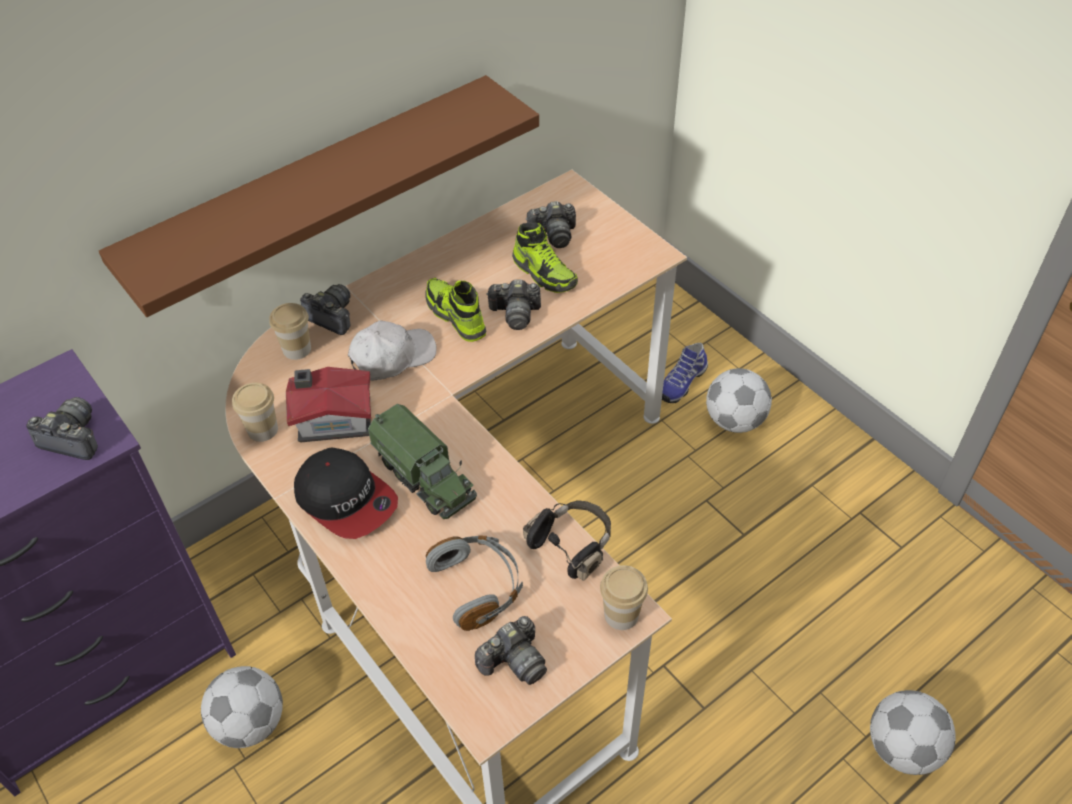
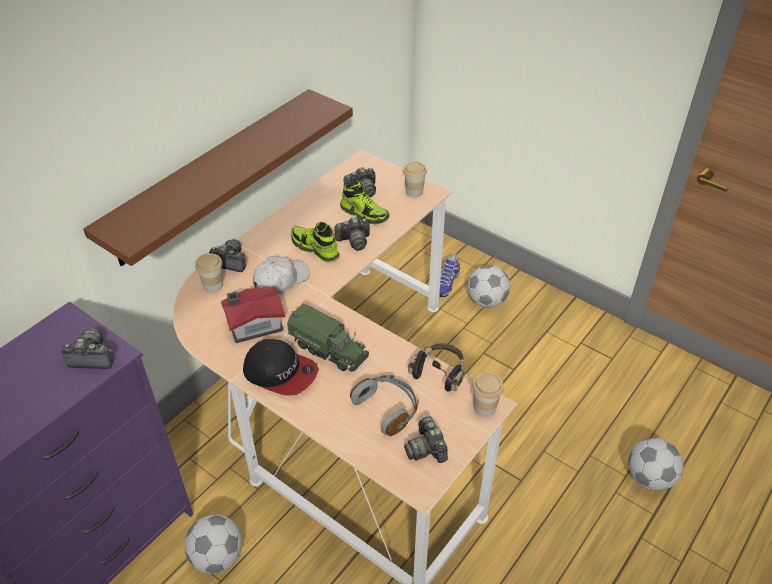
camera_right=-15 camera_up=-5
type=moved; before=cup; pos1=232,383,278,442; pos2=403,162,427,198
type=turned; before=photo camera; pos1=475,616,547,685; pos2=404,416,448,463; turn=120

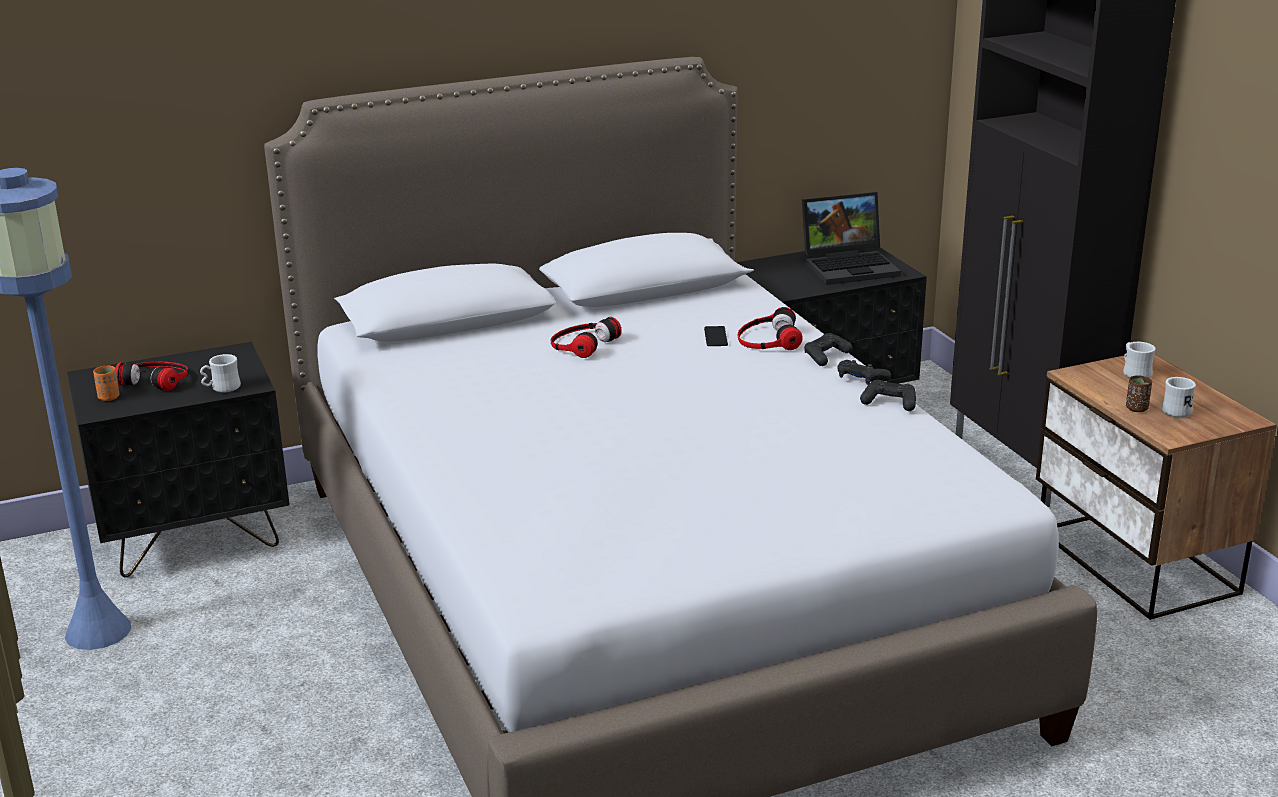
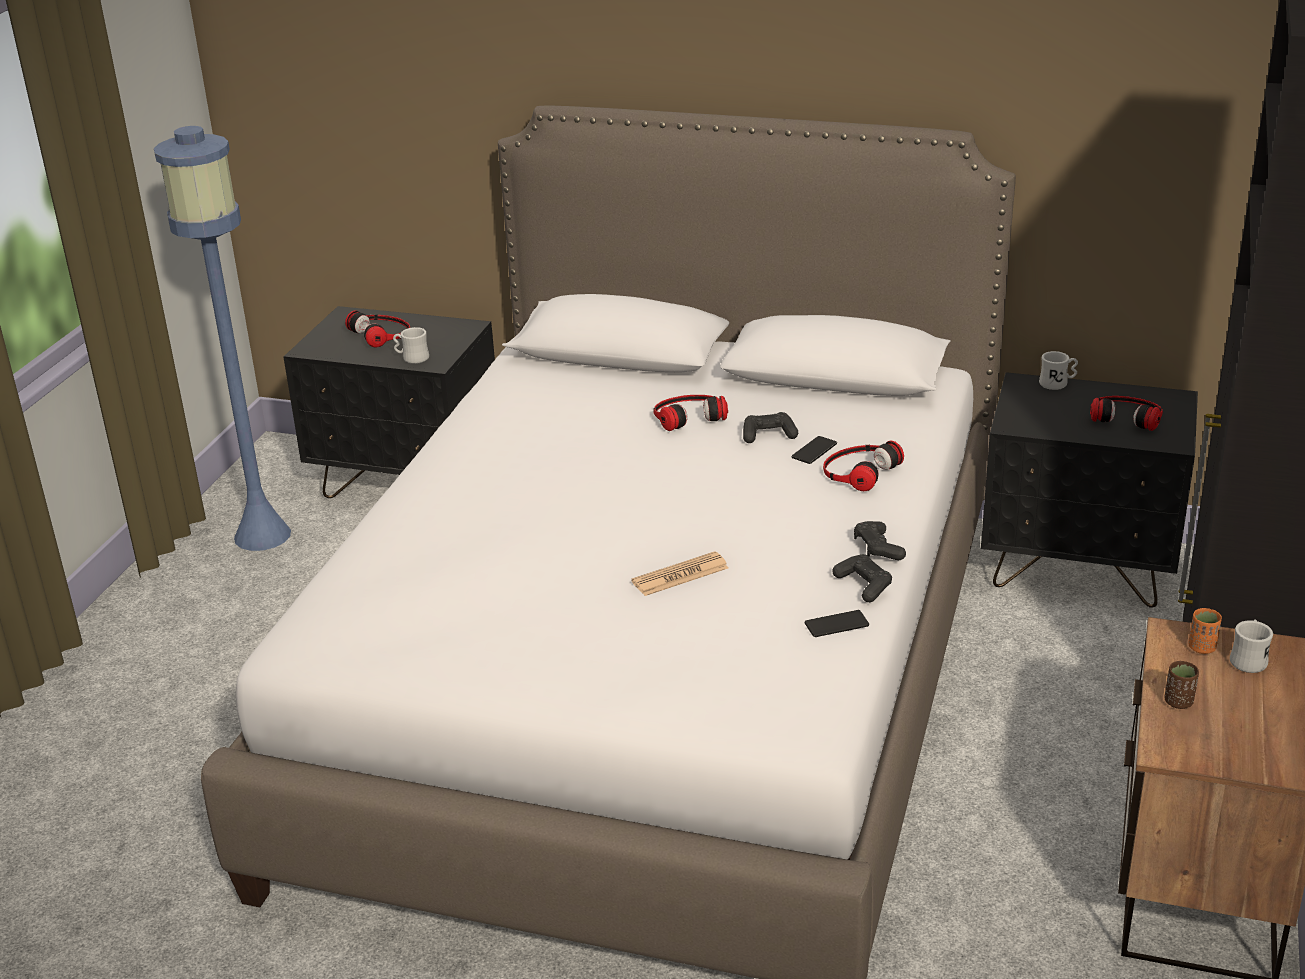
camera_right=40 camera_up=5
type=added; after=newspaper; pos2=631,551,728,596
type=added; after=phone; pos2=805,610,869,637
type=moved; before=orange cup; pos1=93,365,120,401; pos2=1188,608,1222,654
type=moved; before=black game controller; pos1=804,333,852,366; pos2=743,412,798,443
type=moved; before=white mug; pos1=1162,377,1196,417; pos2=1039,351,1078,390
type=replaced; before=laptop; after=headphones; pos1=802,192,901,285; pos2=1090,396,1163,431

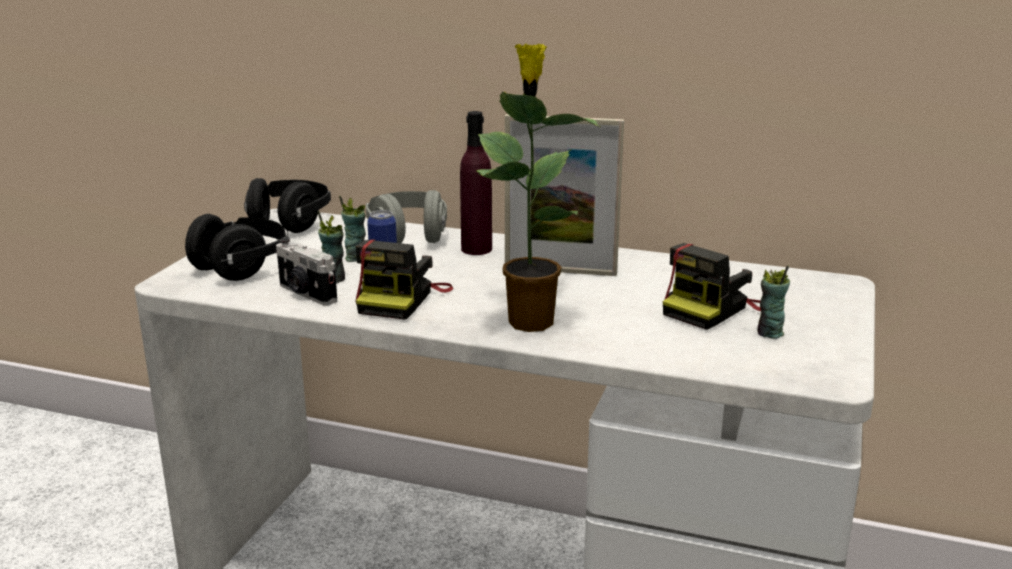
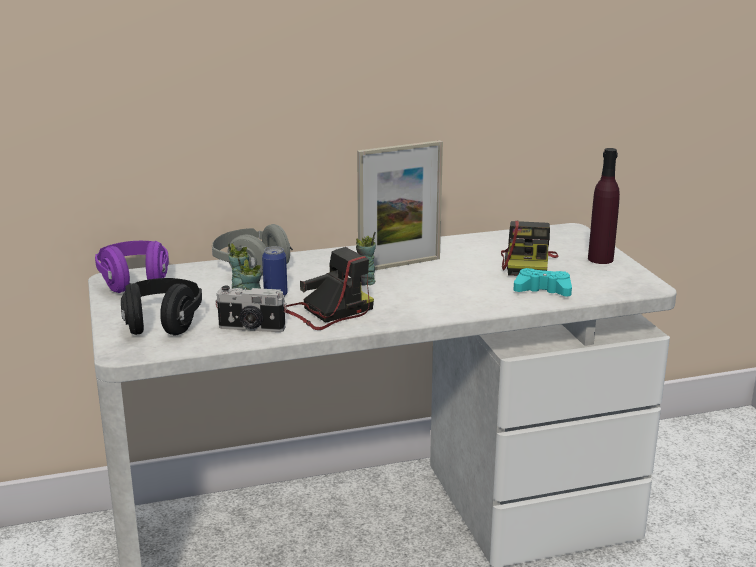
camera_right=-35 camera_up=0
type=removed; before=potted plant; pos1=476,44,600,332
type=added; after=turquoise game controller; pos2=513,268,572,296
type=moved; before=purple bottle; pos1=460,111,492,255; pos2=588,148,620,264
type=moved; before=cup; pos1=757,266,790,339; pos2=356,232,376,286
type=recoloured; before=black headphones; after=purple headphones; pos1=244,178,331,233; pos2=95,241,169,293
type=turned; before=photo camera; pos1=355,239,453,320; pos2=285,247,374,330; turn=-105

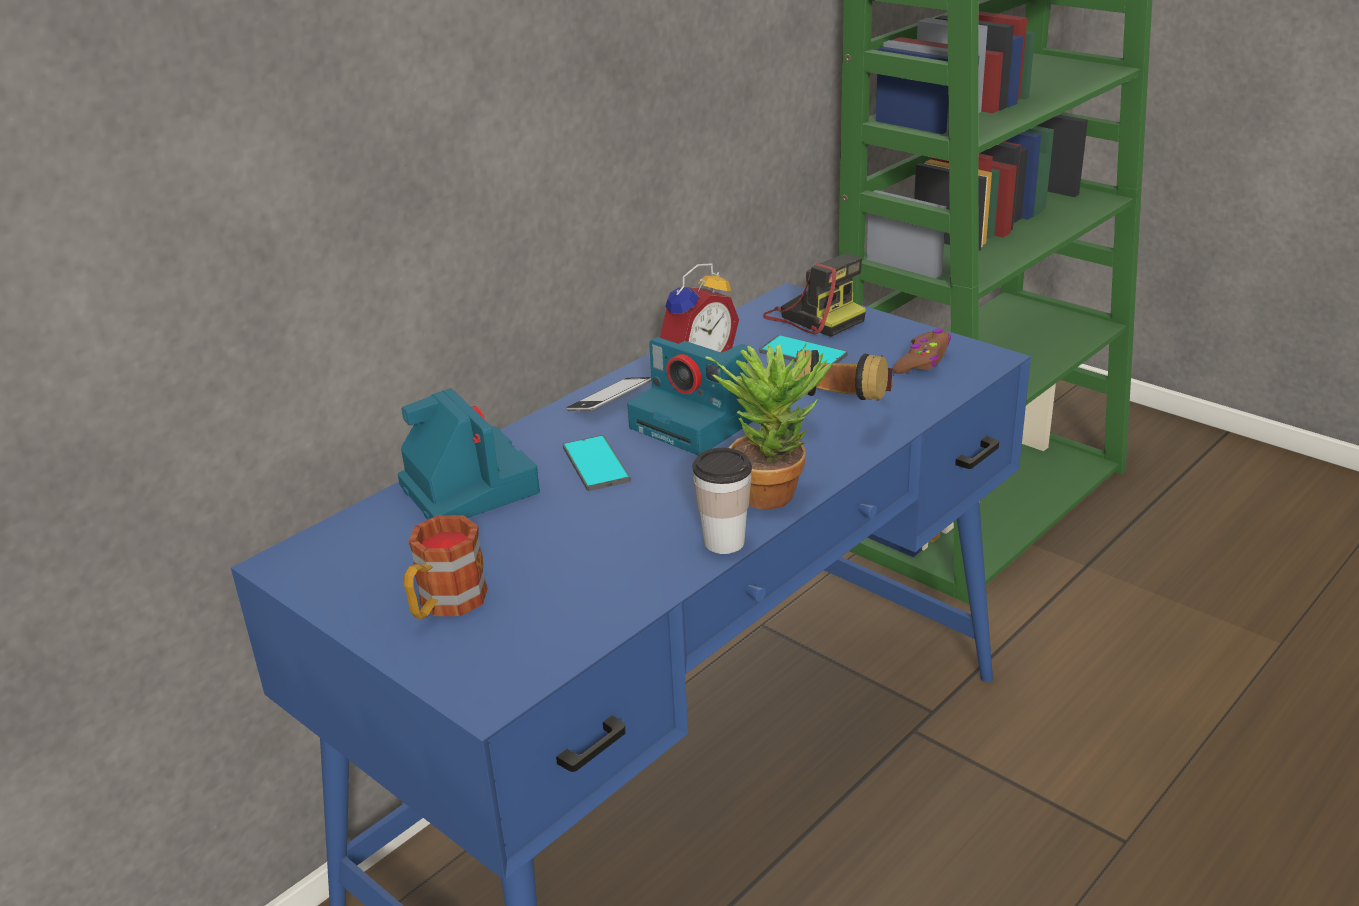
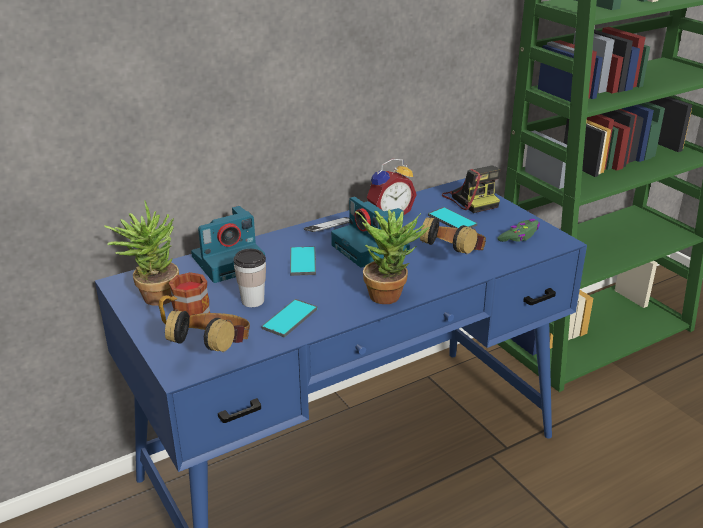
camera_right=15 camera_up=0
type=added; after=potted plant; pos2=105,201,179,306
type=added; after=headphones; pos2=165,309,250,352
type=added; after=phone; pos2=262,299,317,337
type=moved; before=cup; pos1=693,448,752,554; pos2=234,249,266,307
type=recoloured; before=brown game controller; after=green game controller; pos1=892,328,951,374; pos2=497,219,540,242
type=turned; before=photo camera; pos1=398,388,540,520; pos2=191,206,265,283; turn=75

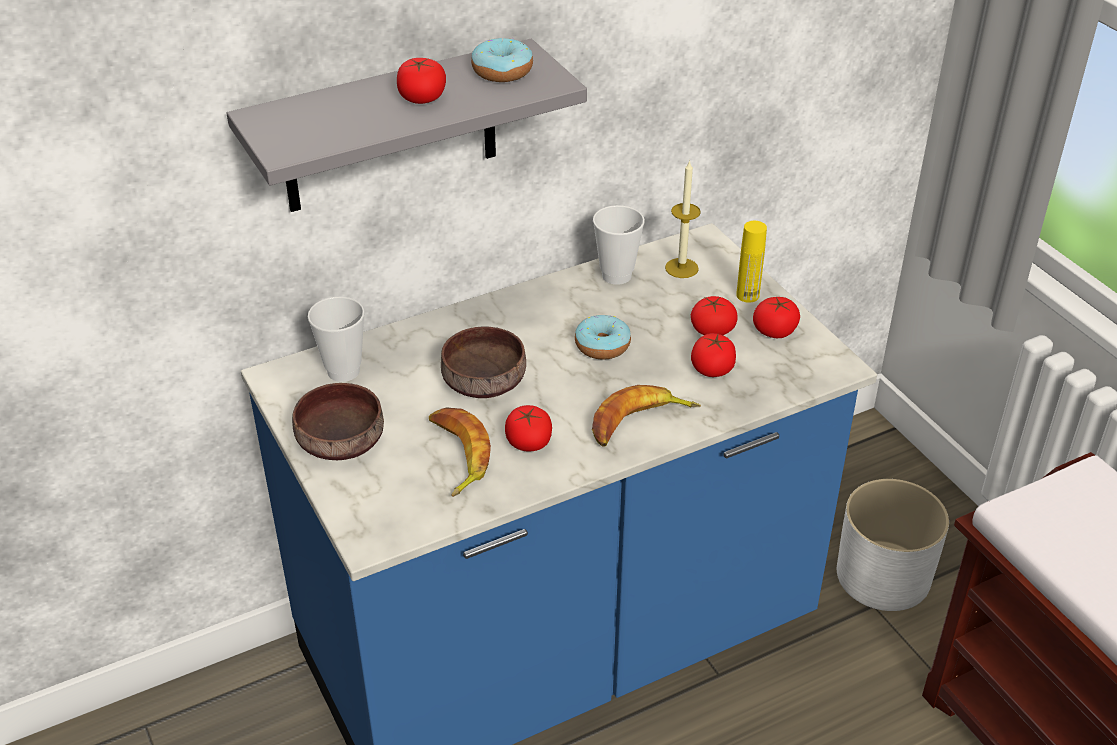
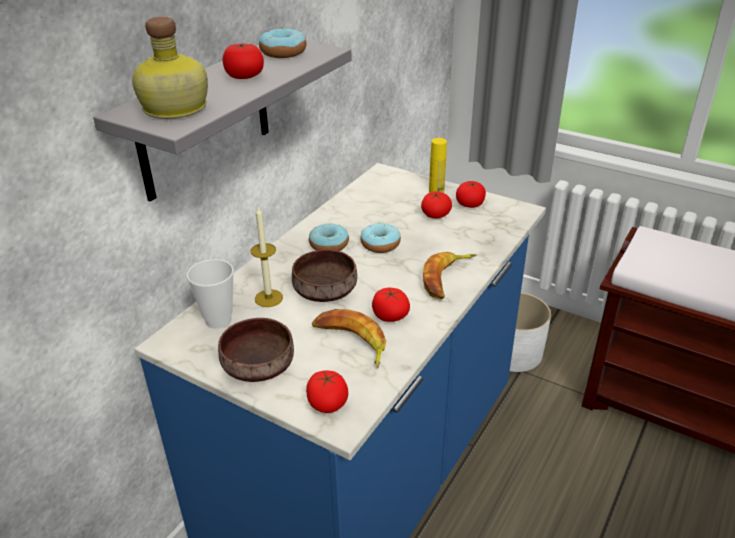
camera_right=-30 camera_up=-5
type=removed; before=cup; pos1=593,205,645,285
type=added; after=bottle; pos2=132,17,208,119
type=added; after=donut; pos2=309,223,349,251
type=moved; before=candle; pos1=665,160,701,278; pos2=251,207,283,307
type=moved; before=tomato; pos1=691,333,736,377; pos2=306,371,348,413

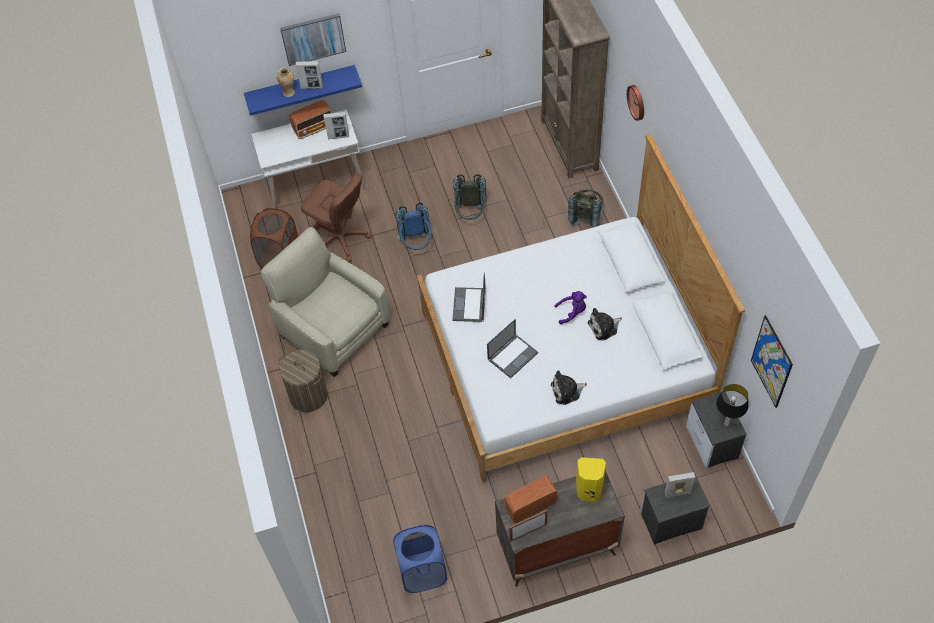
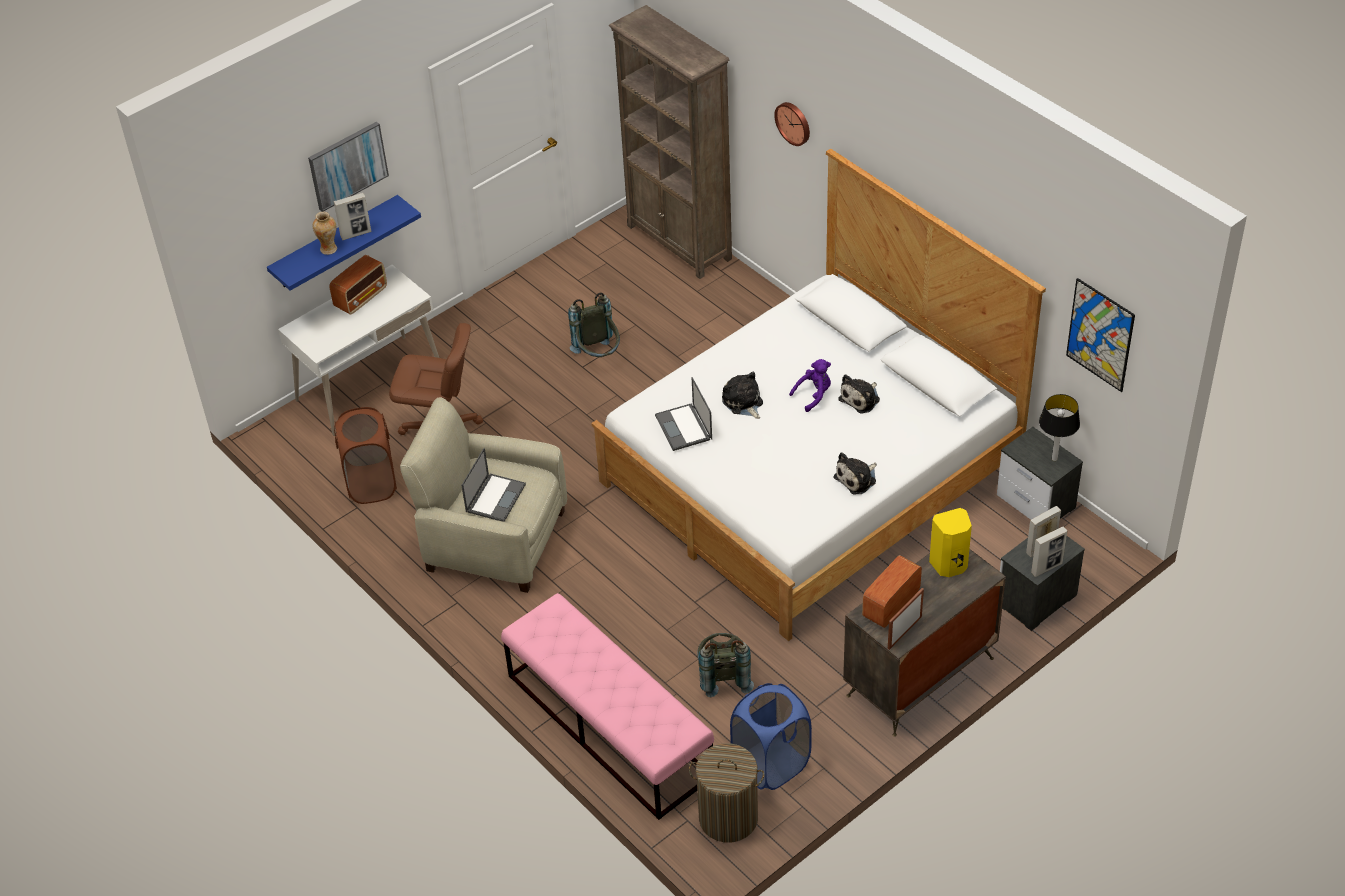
camera_right=-25 camera_up=-10
type=removed; before=blue backpack; pos1=395,203,432,250
type=added; after=pink bench; pos2=501,593,714,820
type=added; after=plush toy; pos2=722,372,763,419
type=moved; before=laundry basket; pos1=279,350,328,412; pos2=689,743,764,843
type=moved; before=picture frame; pos1=323,112,349,139; pos2=1031,526,1067,577
type=moved; before=laptop; pos1=487,319,538,378; pos2=461,448,526,522
type=moved; before=grey backpack; pos1=568,189,604,227; pos2=697,633,754,697

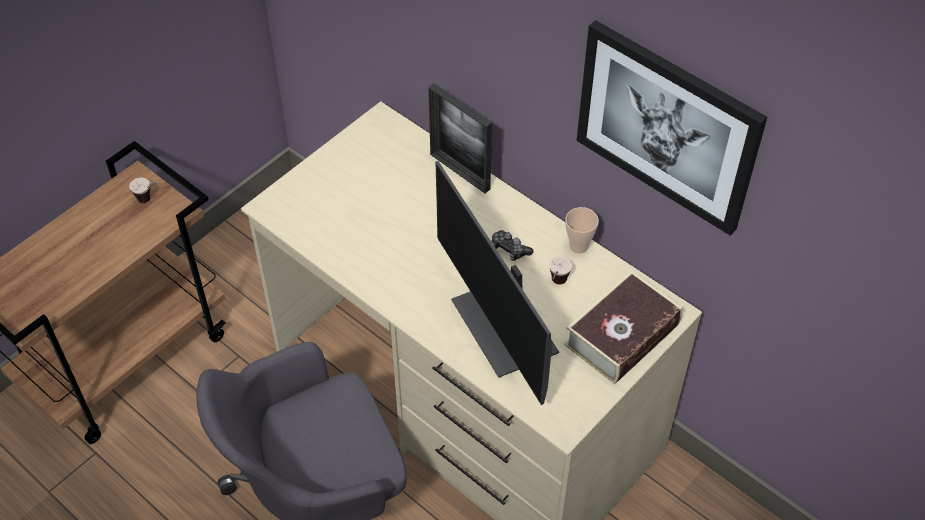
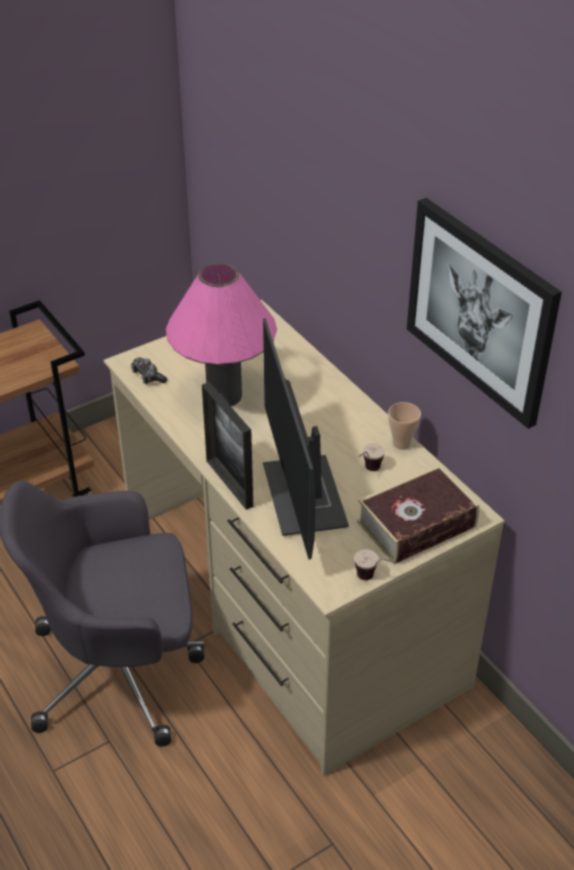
camera_right=15 camera_up=-10
type=added; after=pink table lamp; pos2=166,263,277,406
type=moved; before=cup; pos1=129,177,161,203; pos2=354,549,395,580
type=moved; before=picture frame; pos1=428,83,492,193; pos2=202,382,253,510
type=moved; before=game controller; pos1=491,230,533,261; pos2=131,358,168,384

